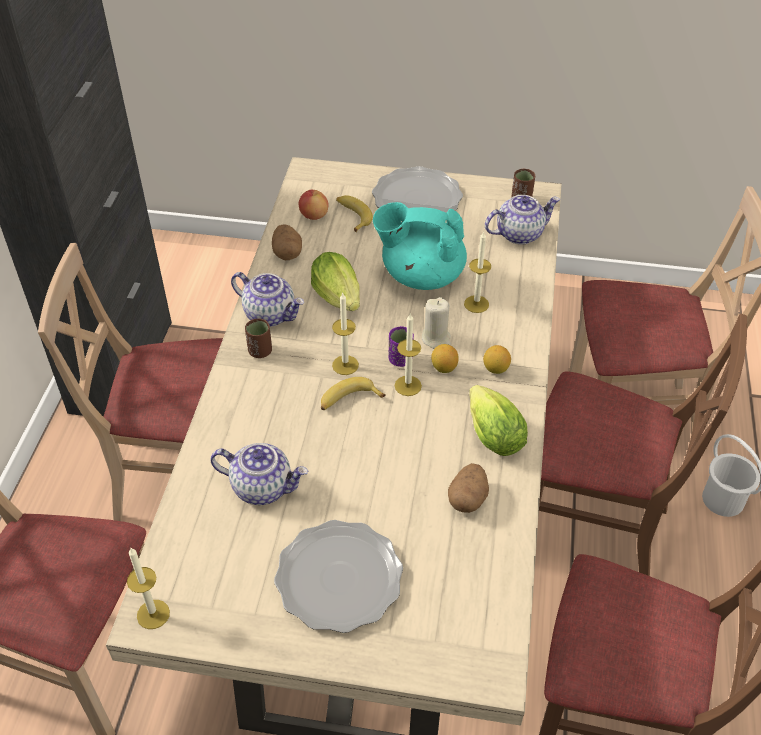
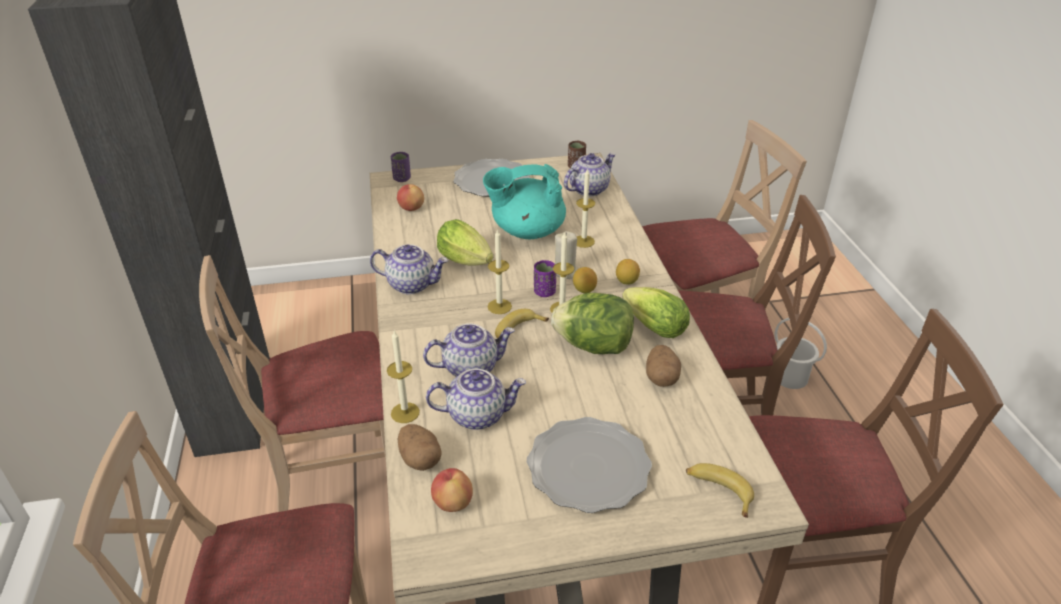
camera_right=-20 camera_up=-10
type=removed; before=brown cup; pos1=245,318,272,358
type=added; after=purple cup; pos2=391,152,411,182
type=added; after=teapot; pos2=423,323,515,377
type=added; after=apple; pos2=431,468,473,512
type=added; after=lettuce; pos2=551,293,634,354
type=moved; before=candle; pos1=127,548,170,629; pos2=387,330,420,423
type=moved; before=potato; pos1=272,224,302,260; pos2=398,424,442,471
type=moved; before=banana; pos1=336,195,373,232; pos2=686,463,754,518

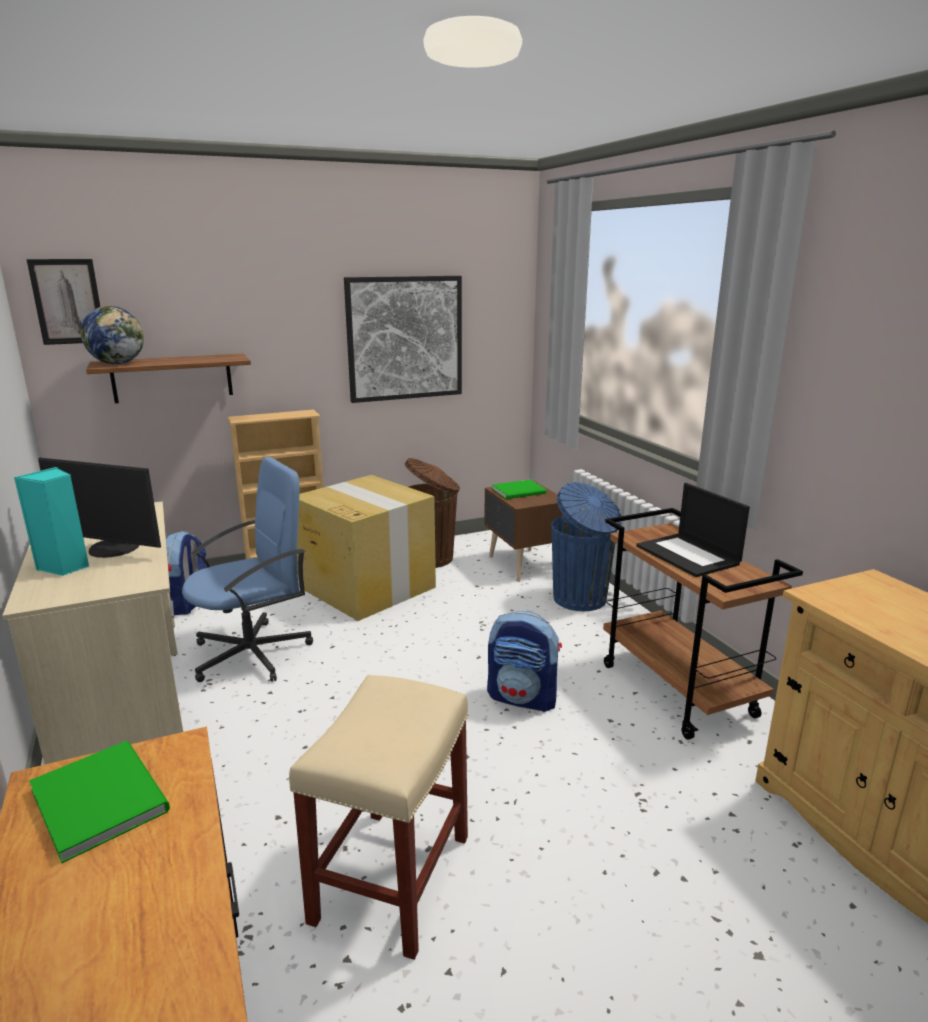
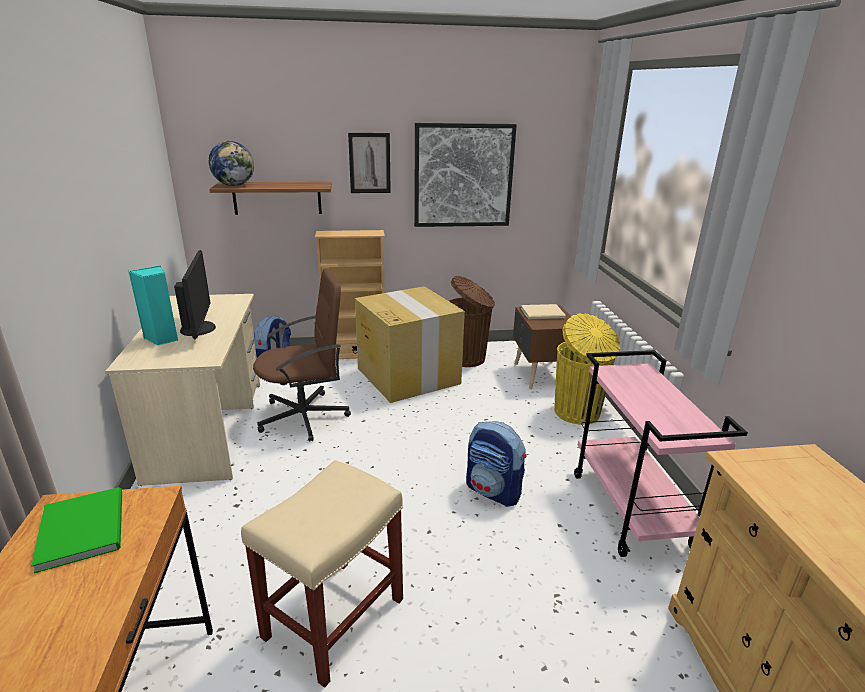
camera_right=15 camera_up=5
type=removed; before=laptop; pos1=636,483,750,577
type=moved; before=picture; pos1=26,259,100,345; pos2=348,133,391,193
type=recoloured; before=blue office chair; after=brown office chair; pos1=182,457,313,682; pos2=253,268,351,441
type=recoloured; before=green book; after=beige book; pos1=492,480,546,499; pos2=521,304,566,319
type=recoloured; before=blue trash can; after=yellow trash can; pos1=551,482,622,611; pos2=554,313,620,425
type=recoloured; before=brown cart; after=pink cart; pos1=603,508,803,740; pos2=574,350,748,557
type=turned; before=monitor; pos1=38,458,161,558; pos2=174,250,216,340; turn=-135

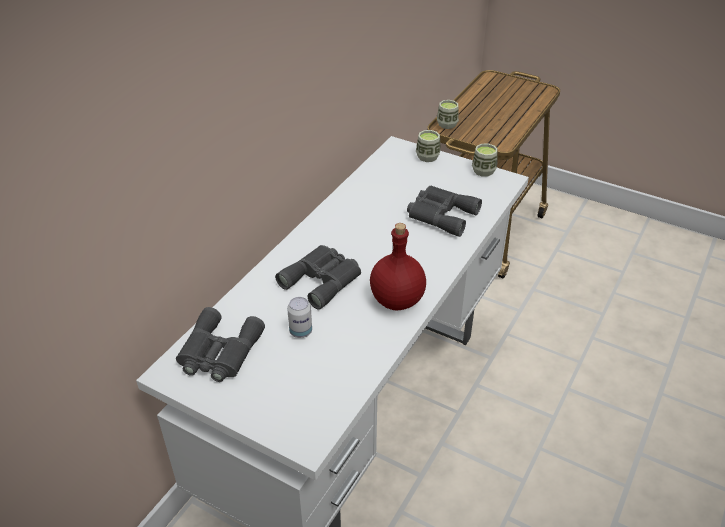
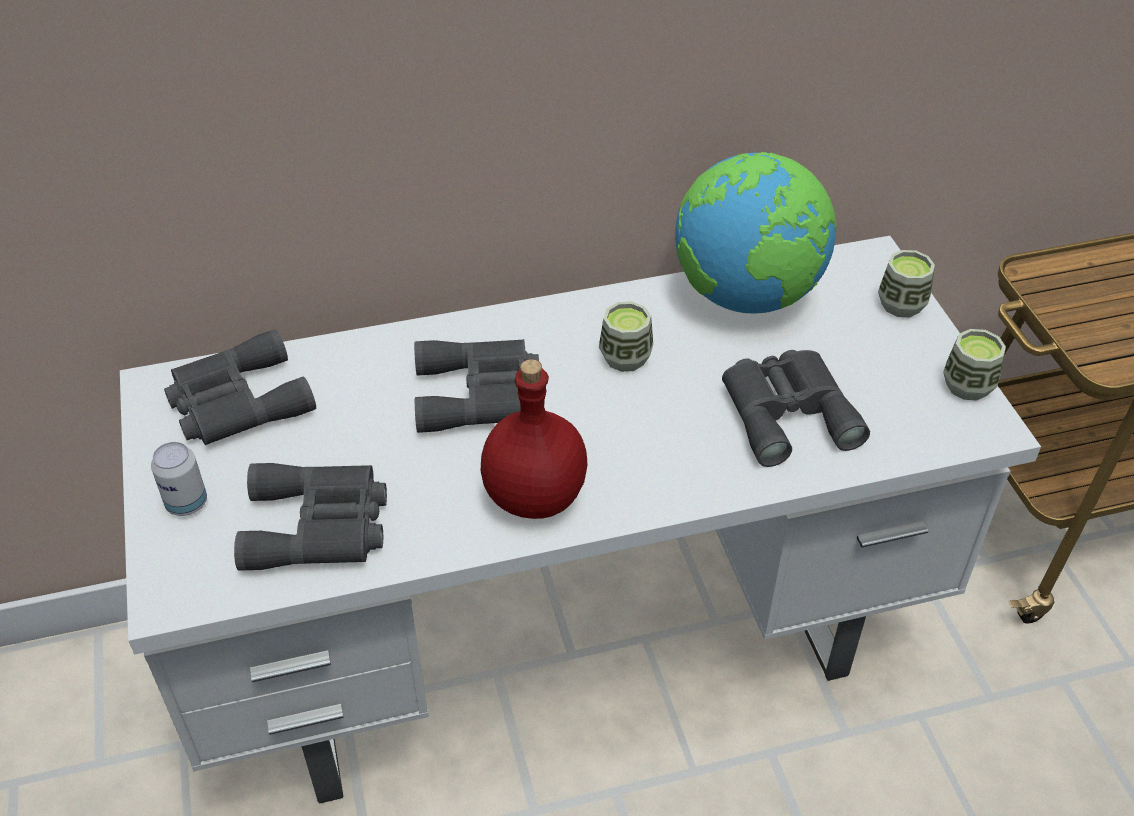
camera_right=45 camera_up=5
type=added; after=grey binoculars; pos2=234,463,387,571
type=added; after=globe; pos2=675,152,837,314
type=moved; before=can; pos1=287,297,312,338; pos2=151,442,207,516
type=moved; before=cup; pos1=437,100,459,129; pos2=599,302,653,372

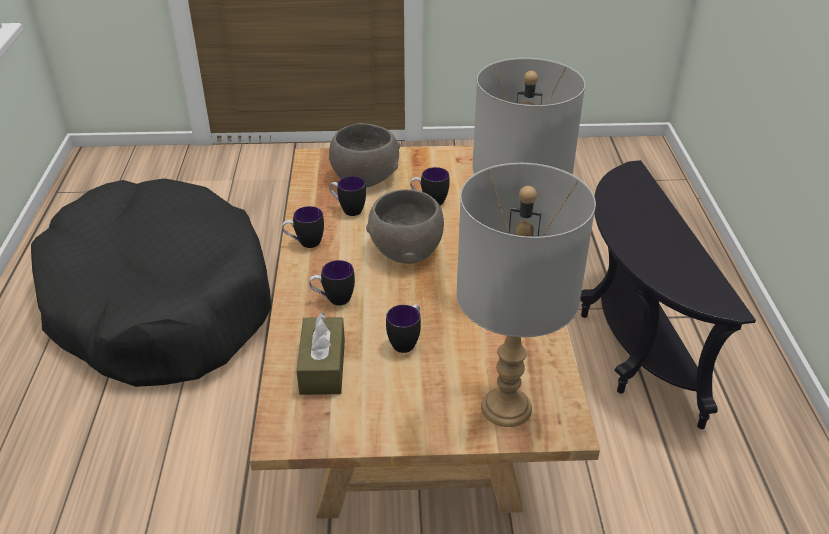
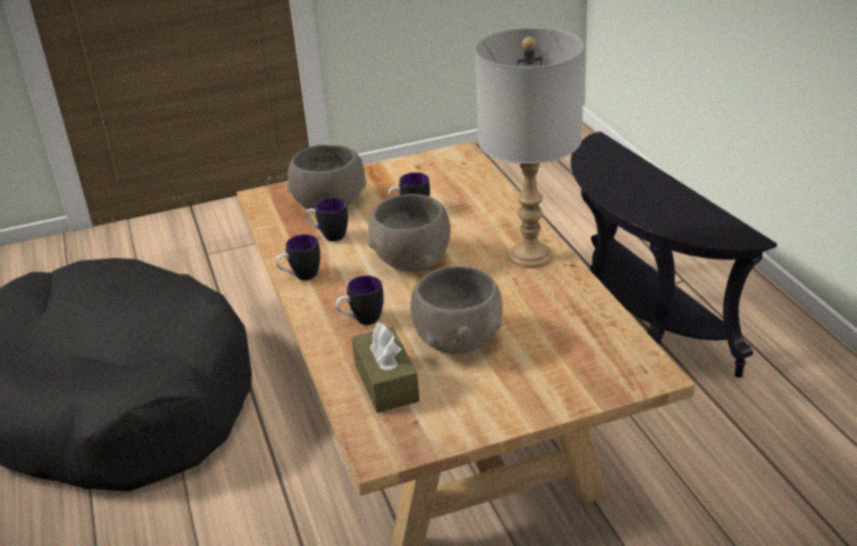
camera_right=-15 camera_up=-5
type=removed; before=grey table lamp; pos1=456,163,596,427
type=replaced; before=mug; after=grey bowl; pos1=386,304,421,353; pos2=410,266,503,354

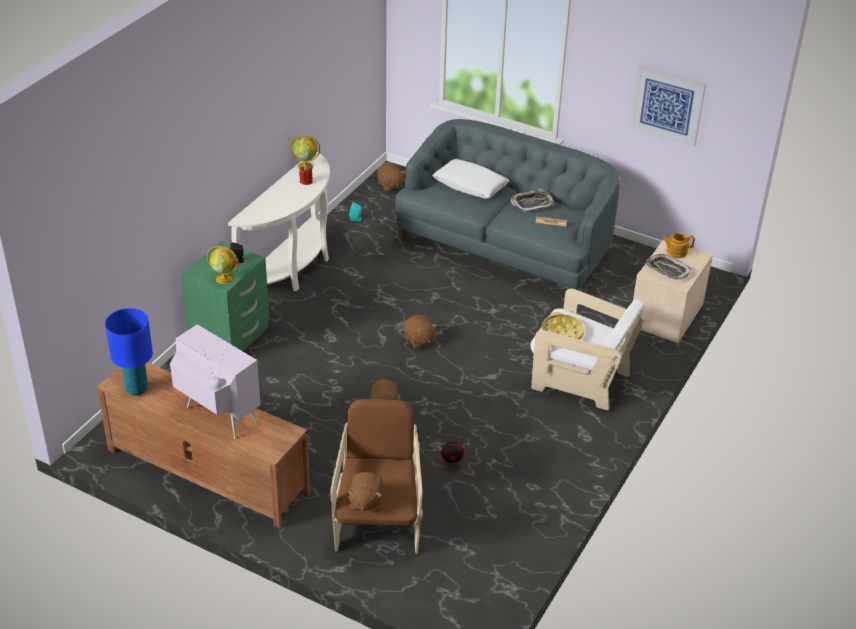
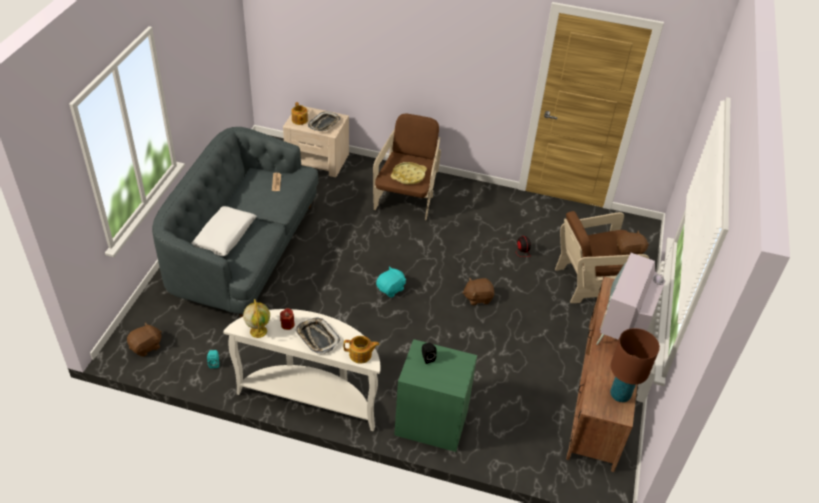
camera_right=-105 camera_up=5
type=removed; before=globe; pos1=207,246,239,284
type=removed; before=picture; pos1=630,66,706,147
type=added; after=teapot; pos2=344,336,379,364
type=moved; before=tray; pos1=511,189,554,212; pos2=295,317,341,354
type=recoloured; before=blue table lamp; after=brown table lamp; pos1=105,308,153,396; pos2=610,328,660,402
type=recoloured; before=brown plush toy; after=turquoise plush toy; pos1=403,315,437,349; pos2=376,266,406,297
type=recoloured; before=white armchair; after=brown armchair; pos1=531,289,644,410; pos2=373,114,441,220

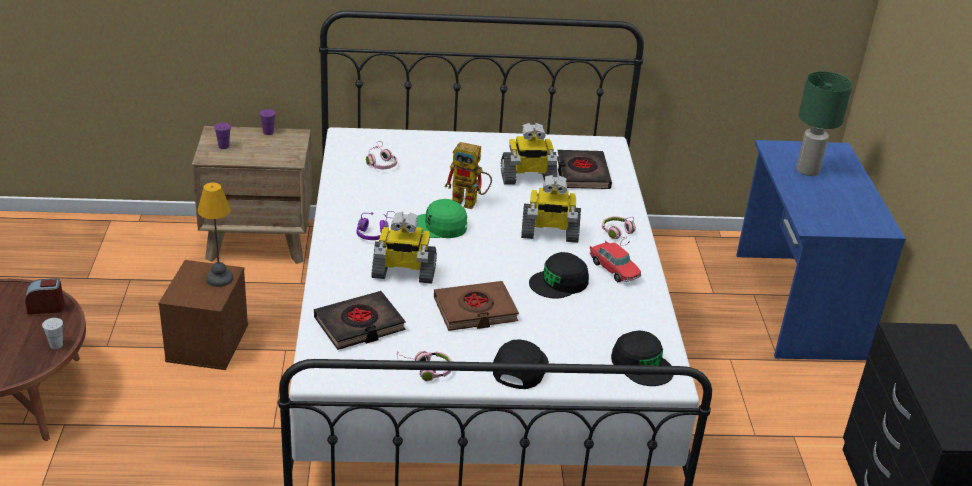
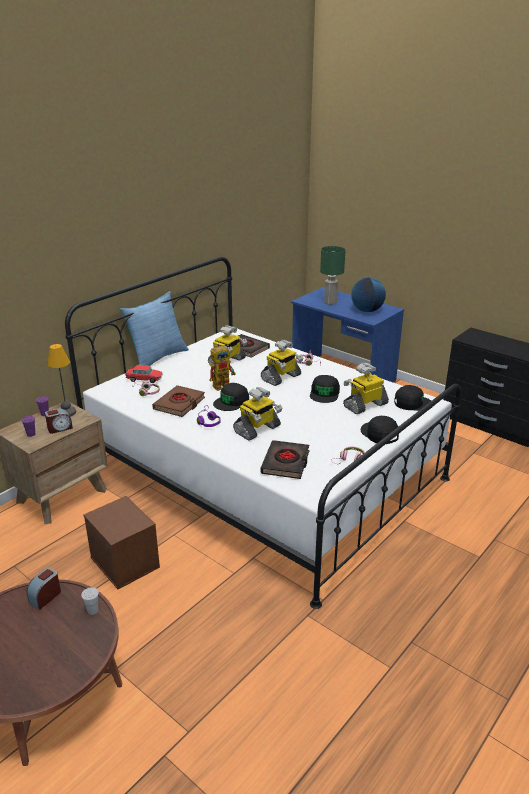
camera_right=-45 camera_up=-5
type=added; after=alarm clock; pos2=45,409,73,434
type=added; after=pillow; pos2=120,291,189,366
type=added; after=toy robot; pos2=343,363,389,414
type=added; after=globe; pos2=351,277,386,312
type=moved; before=table lamp; pos1=197,183,233,287; pos2=47,344,76,417
type=moved; before=brown book; pos1=434,281,519,331; pos2=152,385,205,417
type=moved; before=toy car; pos1=590,241,641,282; pos2=125,365,163,383
type=recoloured; before=green cap; after=black cap; pos1=417,199,467,238; pos2=213,383,249,411

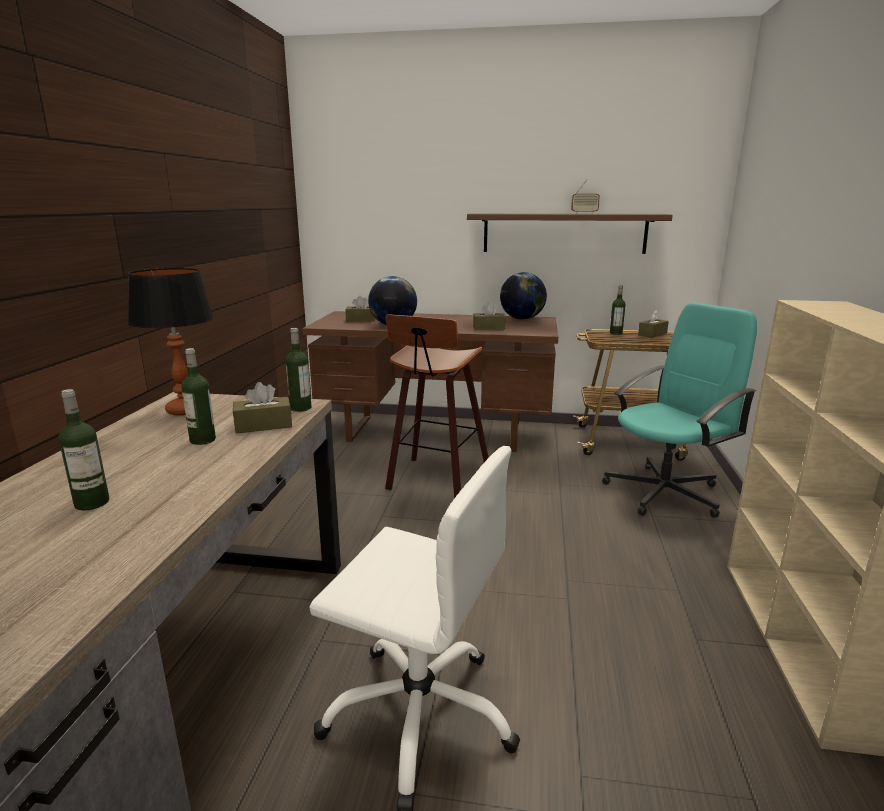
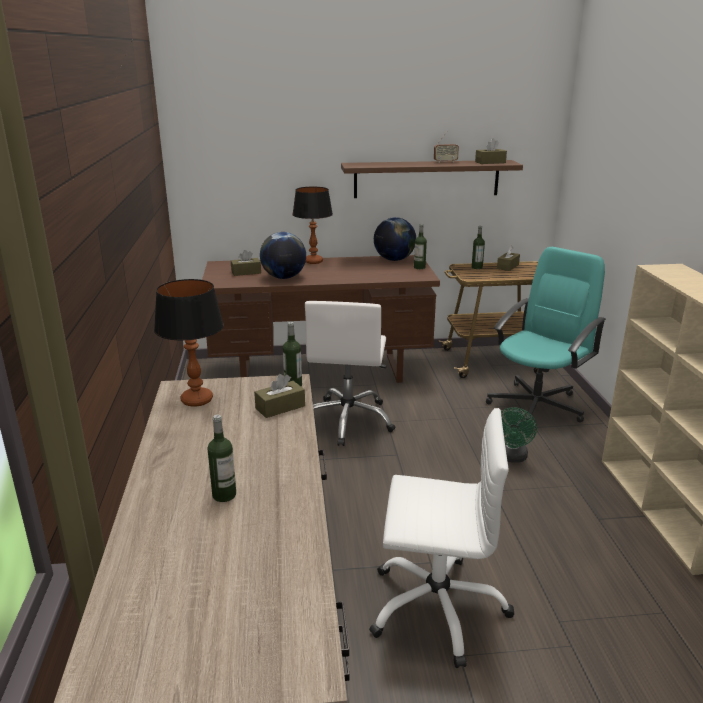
camera_right=-15 camera_up=5
type=added; after=table lamp; pos2=292,187,333,264
type=added; after=green fan; pos2=501,407,537,463
type=moved; before=bottle; pos1=181,348,216,445; pos2=414,224,427,269
type=moved; before=brown tissue box; pos1=473,302,505,330; pos2=475,139,507,164
type=replaced; before=stool; after=white office chair; pos1=385,314,489,498; pos2=305,301,395,446

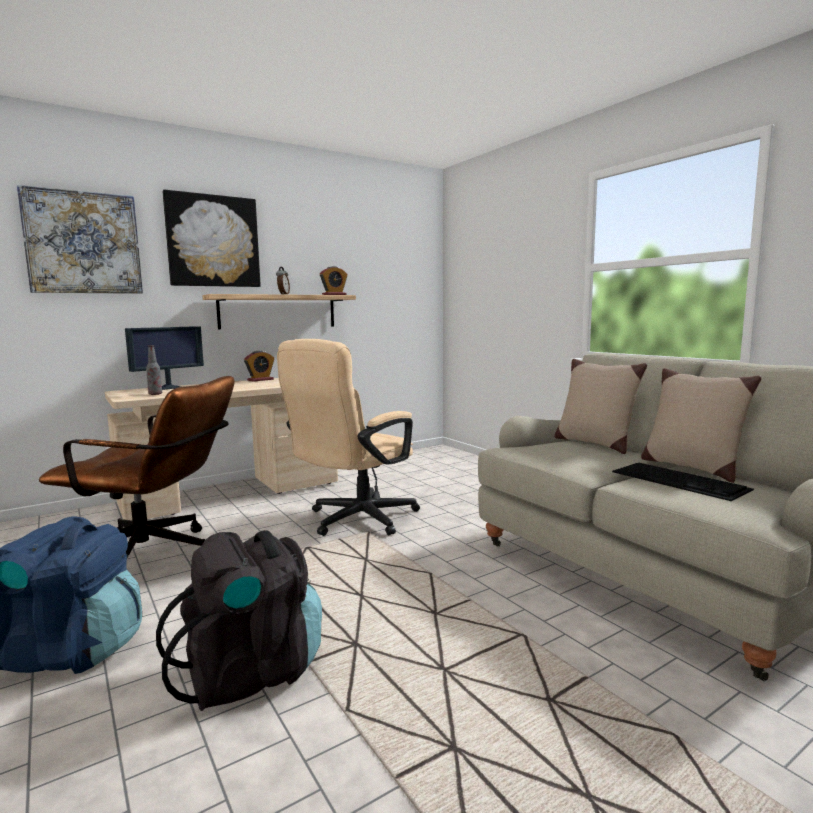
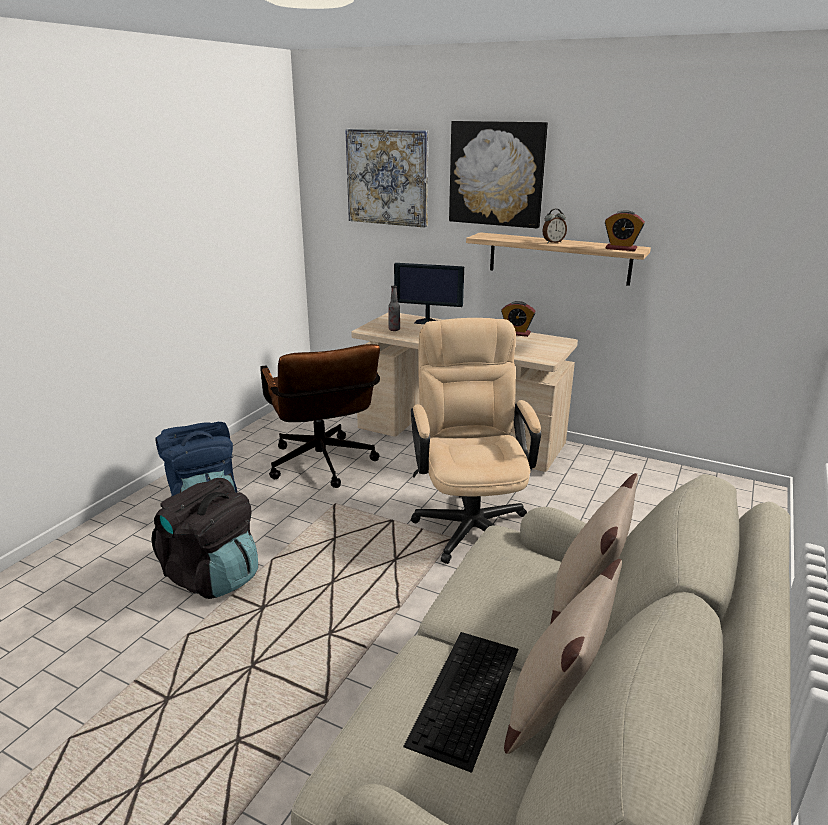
camera_right=60 camera_up=15
type=turned; before=beige office chair; pos1=277,339,420,536; pos2=411,318,541,564; turn=75

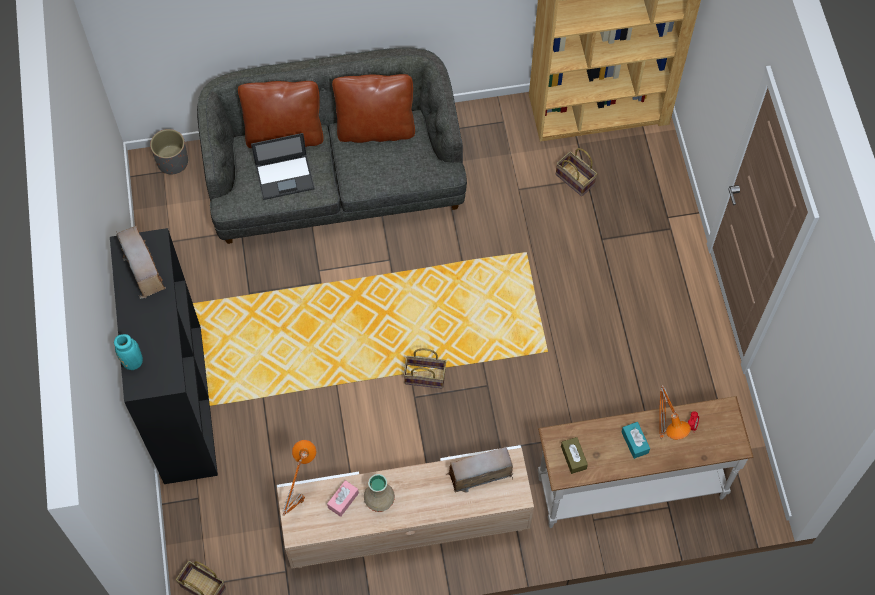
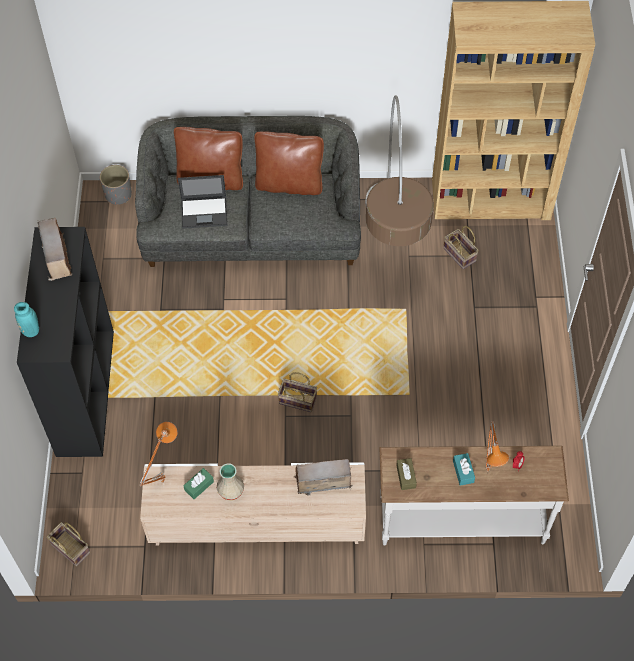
camera_right=10 camera_up=-5
type=added; after=floor lamp; pos2=365,95,434,246
type=recoloured; before=pink tissue box; after=green tissue box; pos1=327,480,359,517; pos2=183,468,214,499

